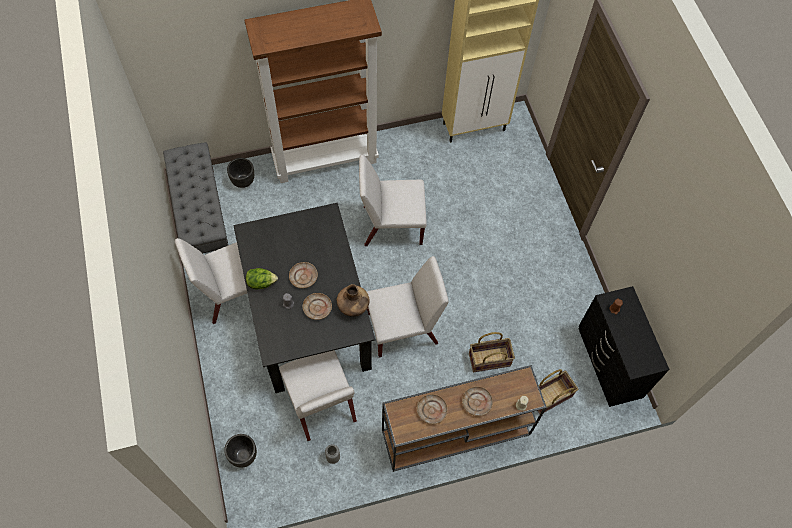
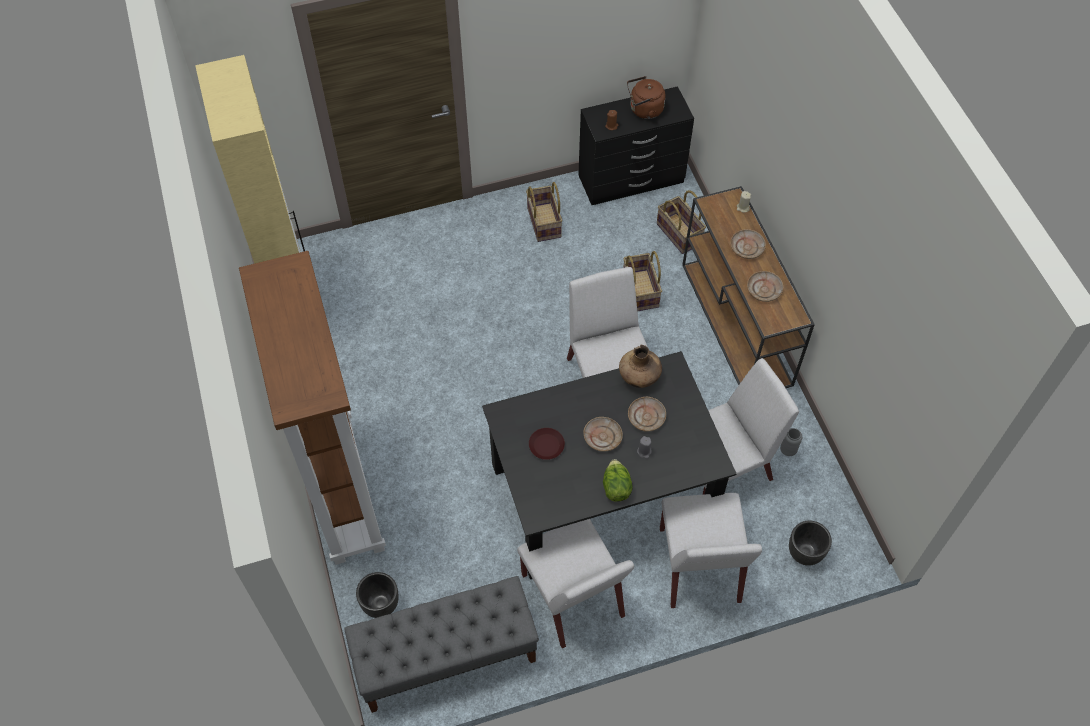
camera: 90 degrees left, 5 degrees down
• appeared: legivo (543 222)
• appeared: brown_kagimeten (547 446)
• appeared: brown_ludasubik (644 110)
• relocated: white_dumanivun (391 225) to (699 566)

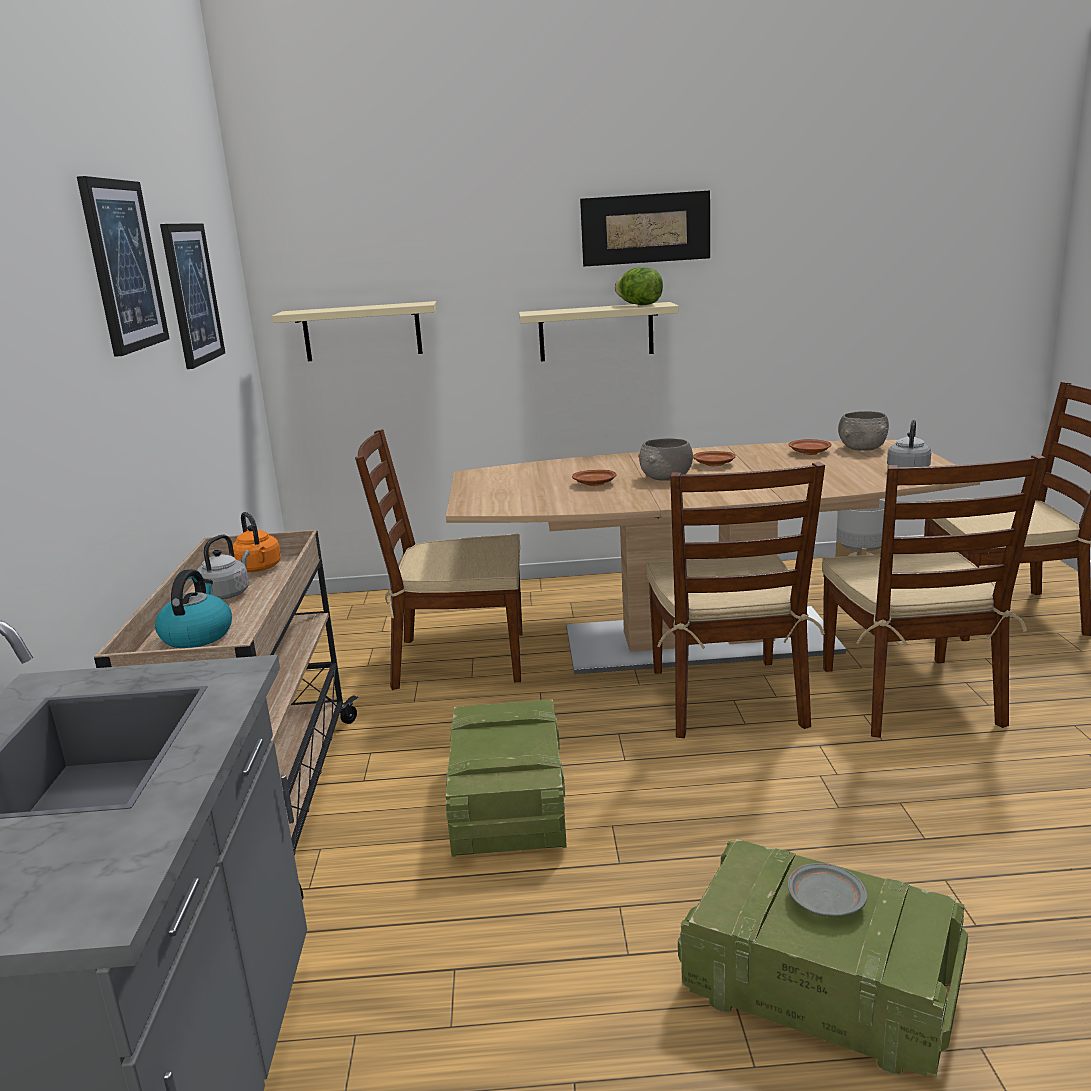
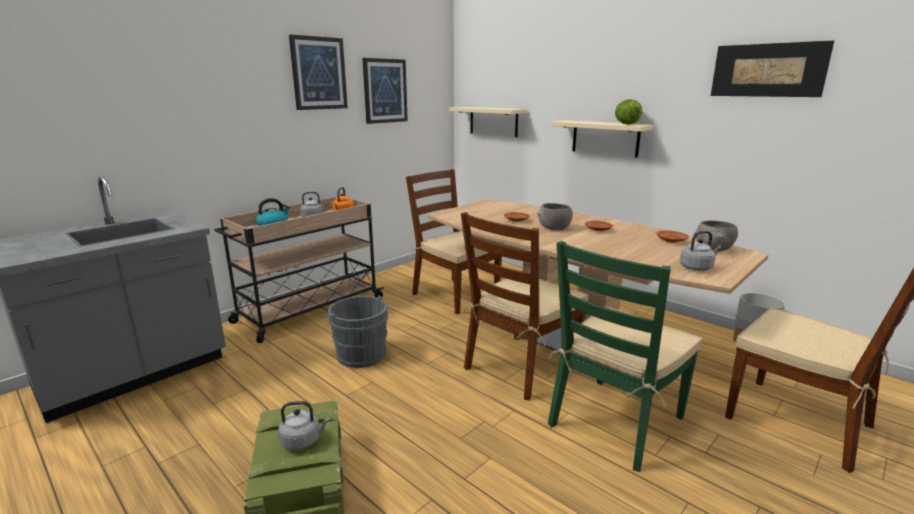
camera: 45 degrees right, 0 degrees up
• relocated: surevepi (645 228) to (767 70)
• exchanged: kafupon (509 806) to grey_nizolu (359 354)
• exchanged: grey_kagimeten (825 901) to grey_ludasubik (303 441)
• colour: brown_dumanivun (910 696) to green_dumanivun (615 421)

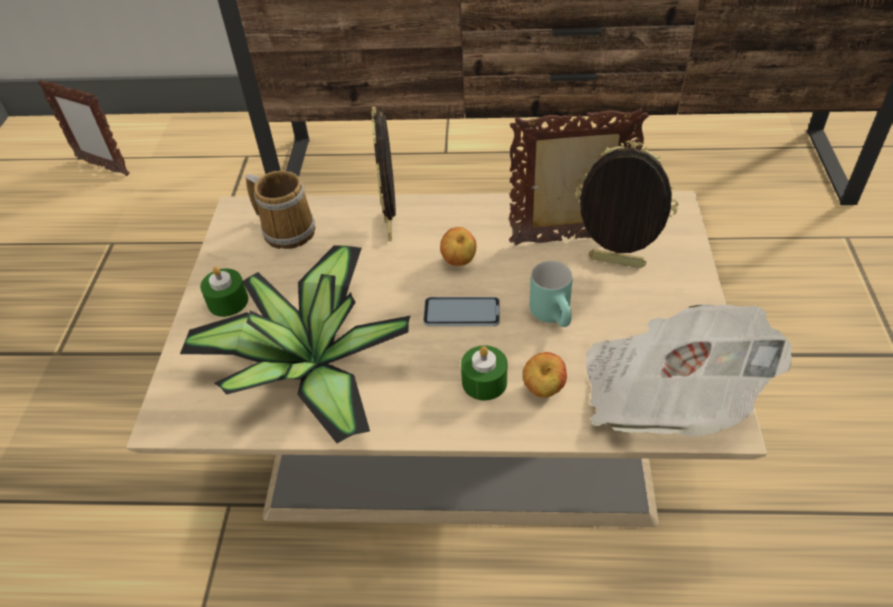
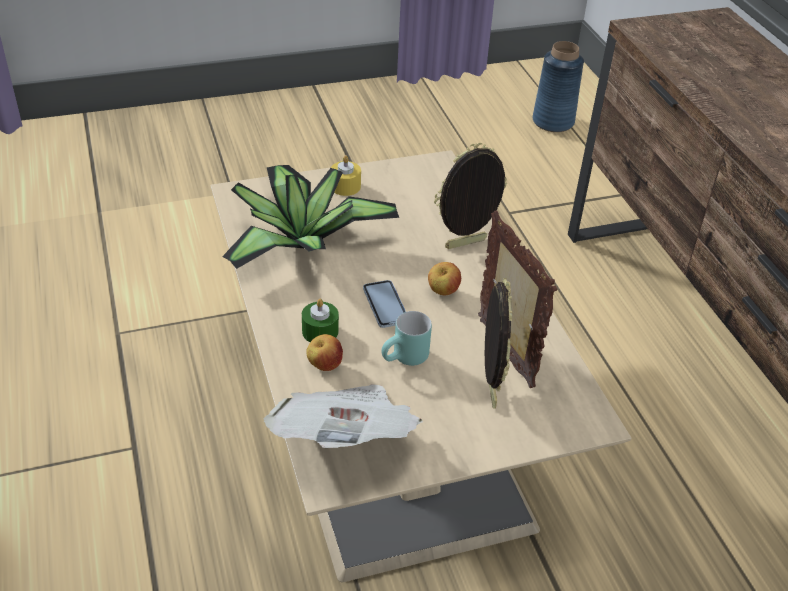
camera: 65 degrees right, 5 degrees down
• missing: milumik (287 229)
• exchanged: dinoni (103 167) to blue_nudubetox (553 122)
• colour: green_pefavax (228 301) to yellow_pefavax (345 186)

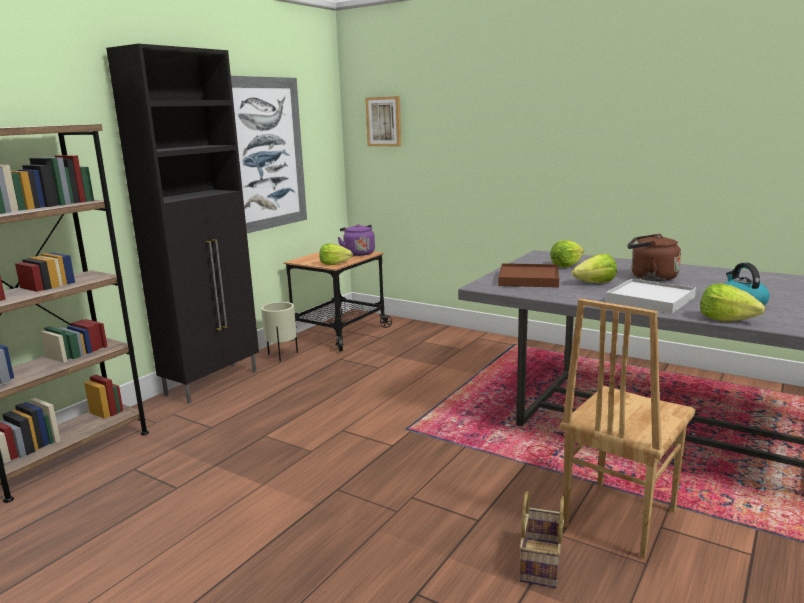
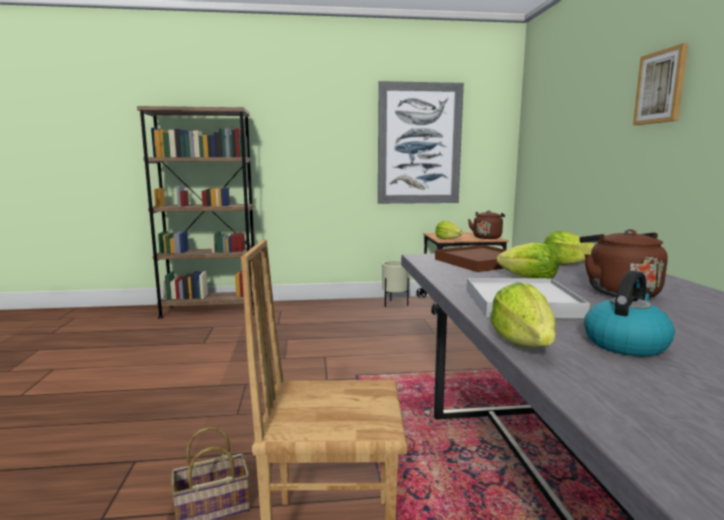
camera: 50 degrees right, 5 degrees down
• missing: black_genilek (213 382)
• relocated: surevepi (384 121) to (661 87)
• colour: purple_ludasubik (358 253) to brown_ludasubik (487 237)

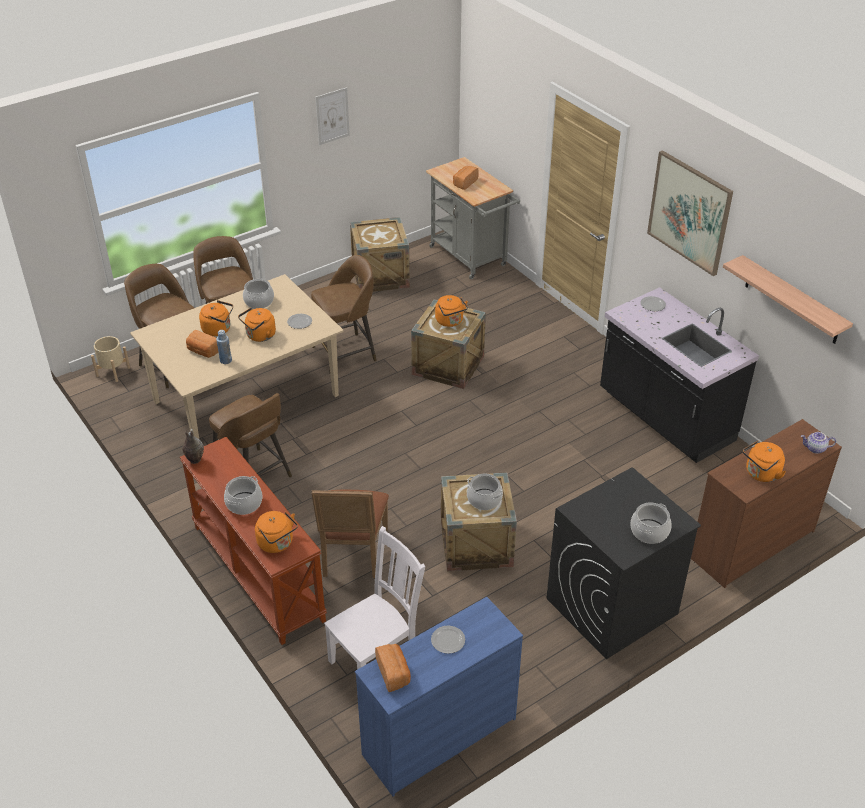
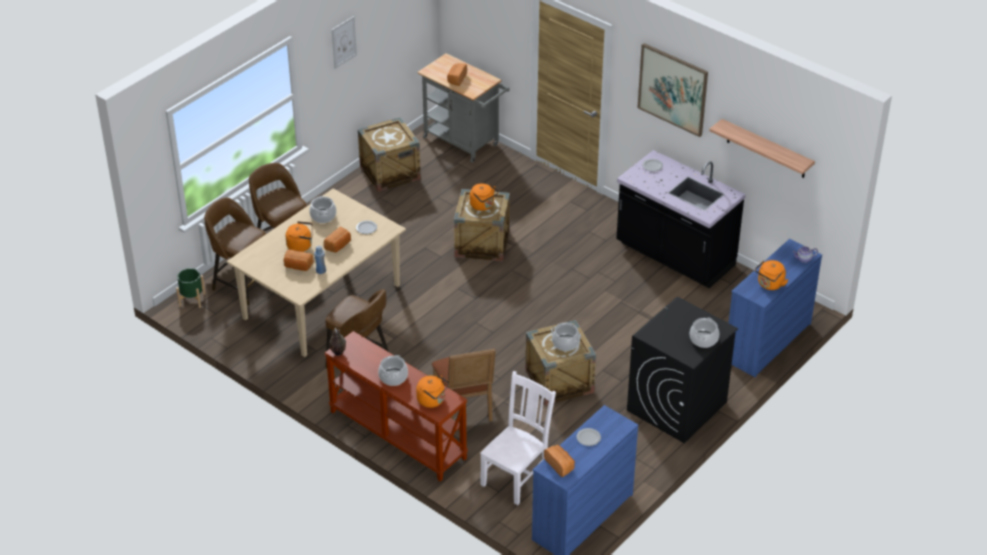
camera: 15 degrees left, 0 degrees up
• missing: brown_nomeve (346 353)
• exchanged: orange_ludasubik (259 336) to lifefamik (338 245)
• colour: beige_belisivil (113 372) to green_belisivil (192 299)
• colour: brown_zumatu (751 544) to blue_zumatu (767 342)

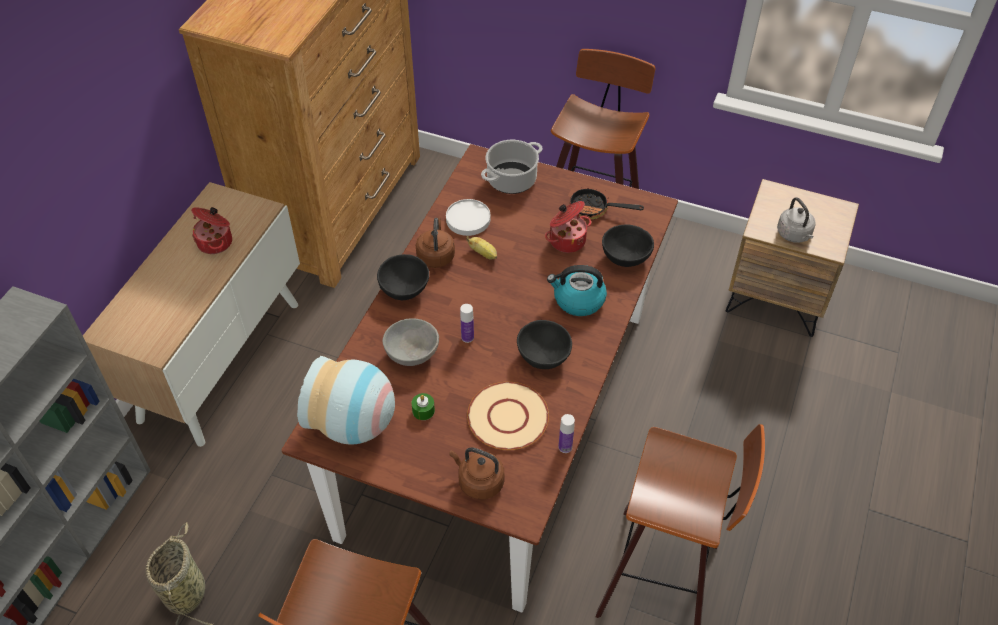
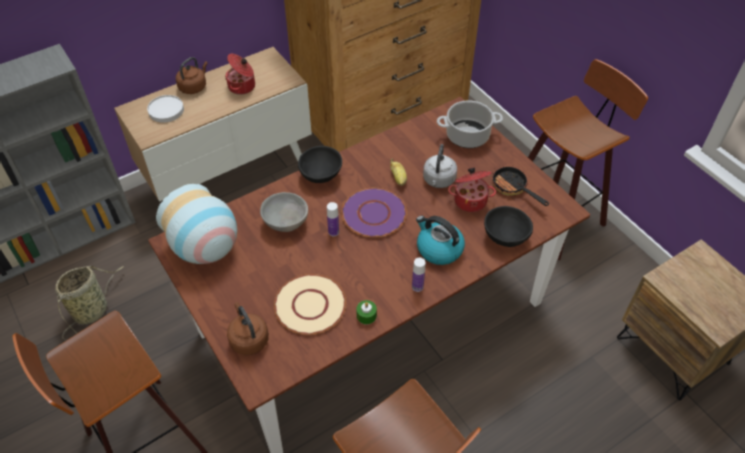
camera: 35 degrees right, 0 degrees up
• missing: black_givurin (544 356)
• appeared: purple_kagimeten (374 213)
• relocated: green_pefavax (423 410) to (366 315)
• relocated: brown_ludasubik (436 255) to (194 87)
• relocated: white_kagimeten (468 219) to (166 110)
• relocated: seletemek (565 447) to (417 287)
• relocated: grey_ludasubik (794 235) to (438 181)

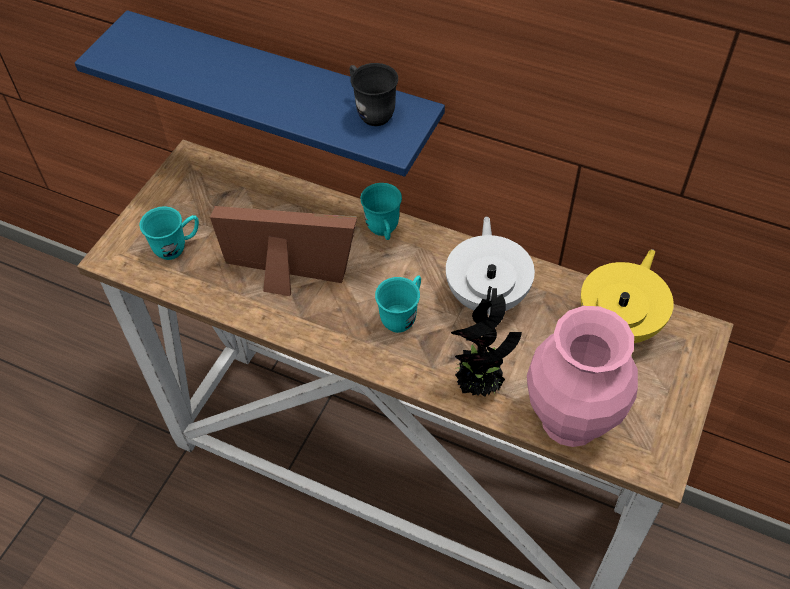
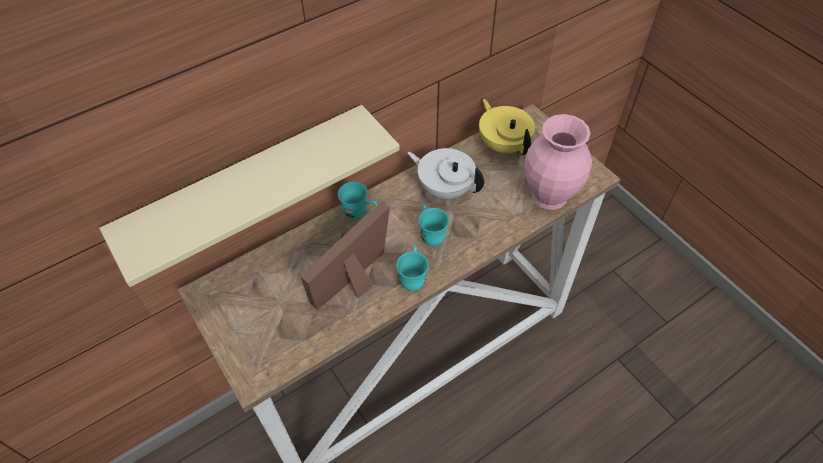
camera: 60 degrees left, 0 degrees up
• missing: grey_milumik (371 111)
• missing: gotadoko (480 385)
• relocated: turquoise_milumik (177 247) to (413 278)
• colour: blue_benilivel (284 96) to beige_benilivel (248 189)

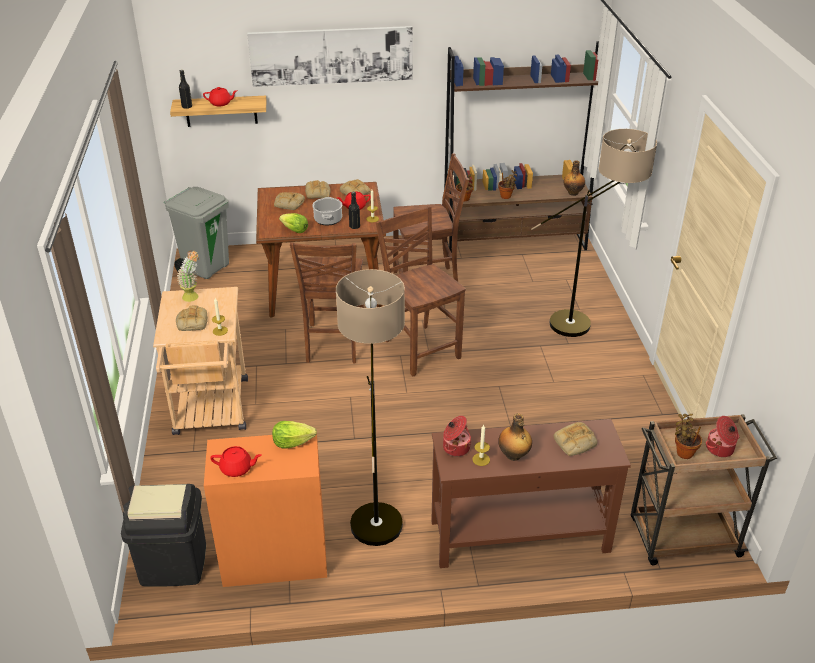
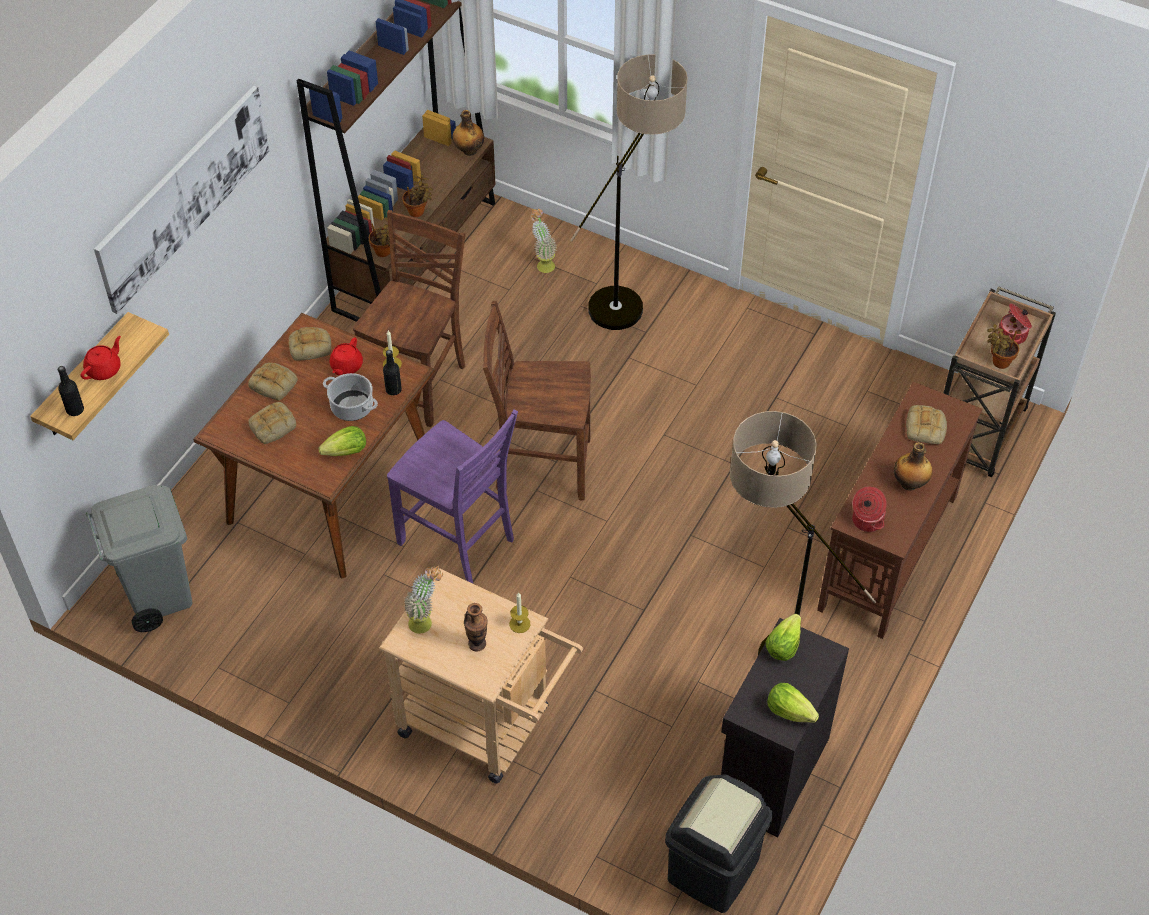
camera: 55 degrees left, 15 degrees up
• missing: pefavax (481 459)
• appeared: gotadoko (542 263)
• exchanged: lifefamik (192 322) to nudubetox (477 644)
• exchanged: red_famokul (237 469) to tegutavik (789 711)
• colour: orange_genilek (274 558) to black_genilek (770 772)
• colour: brown_dumanivun (333 344) to purple_dumanivun (458 542)

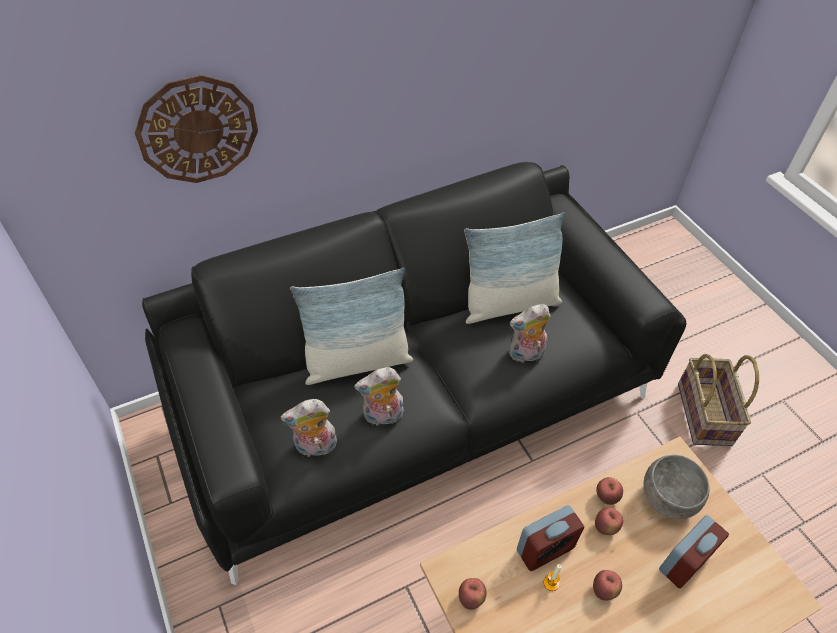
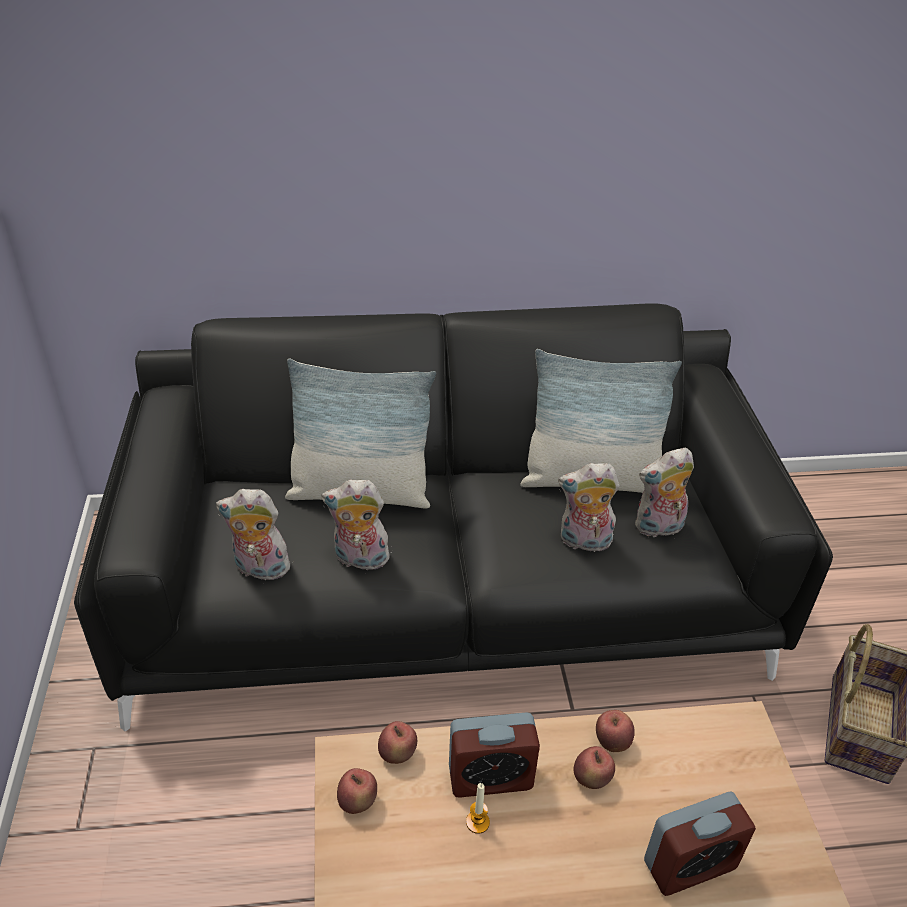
camera: 20 degrees right, 10 degrees down
• missing: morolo (198 130)
• missing: grey_givurin (666 499)
• appeared: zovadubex (658 528)
• relocated: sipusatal (604 590) to (397 754)

